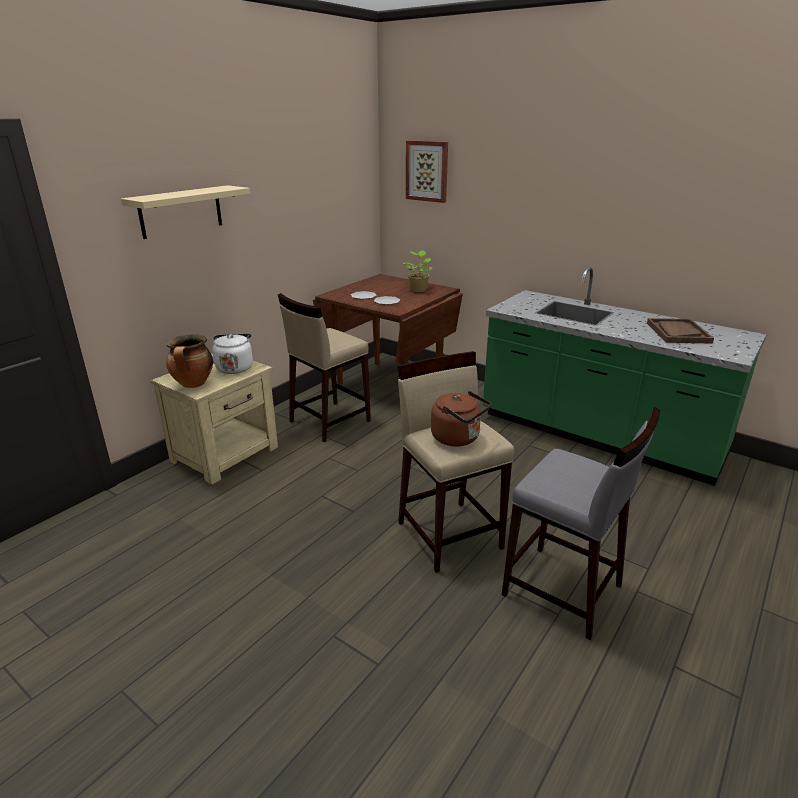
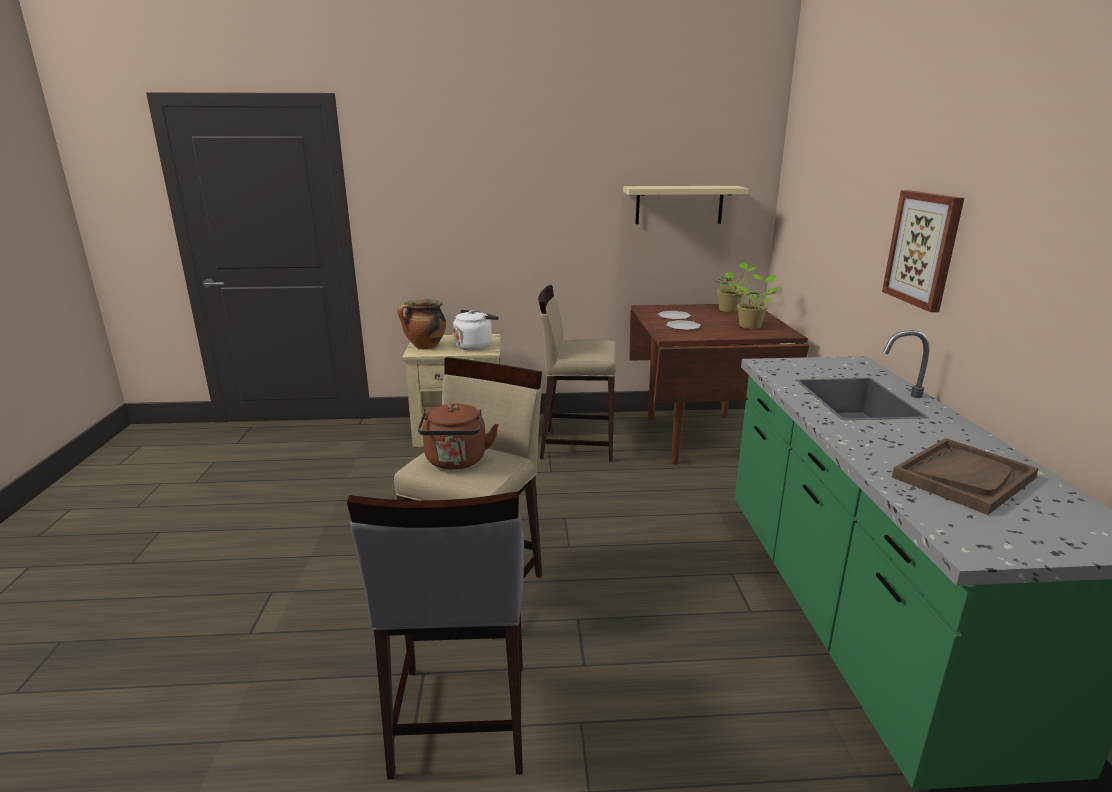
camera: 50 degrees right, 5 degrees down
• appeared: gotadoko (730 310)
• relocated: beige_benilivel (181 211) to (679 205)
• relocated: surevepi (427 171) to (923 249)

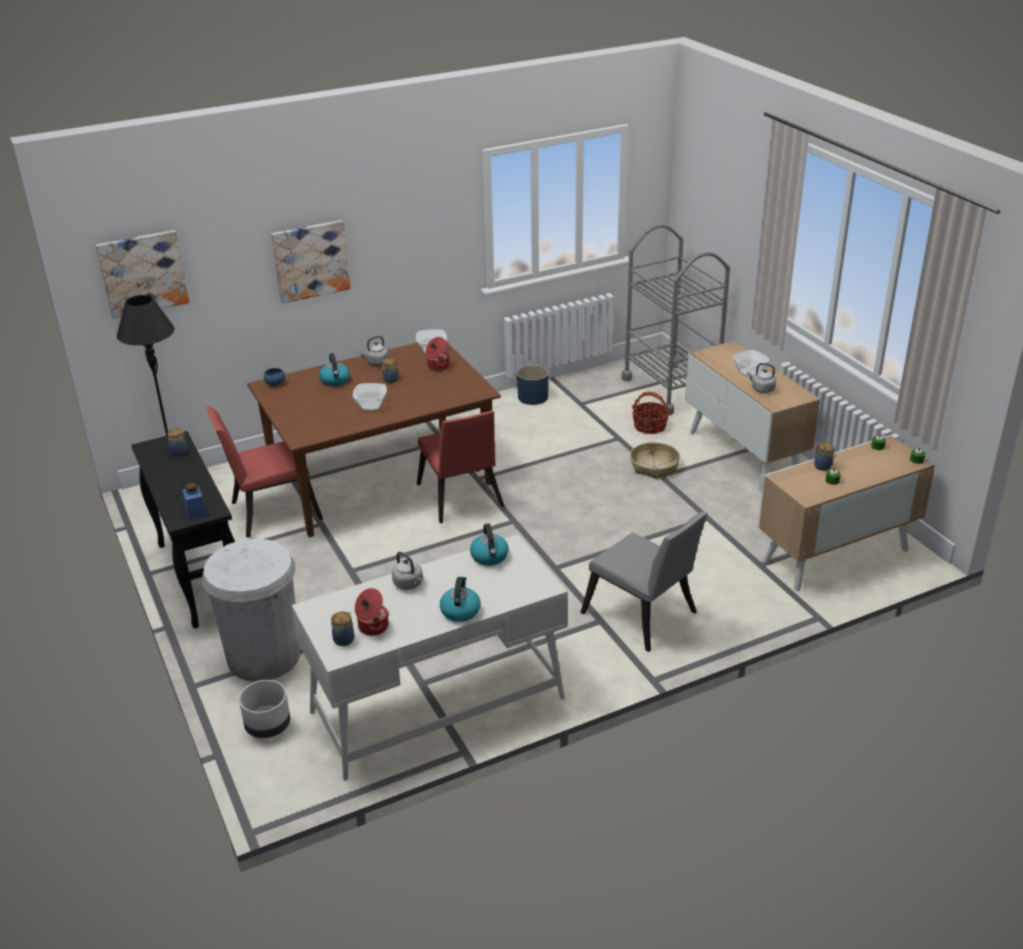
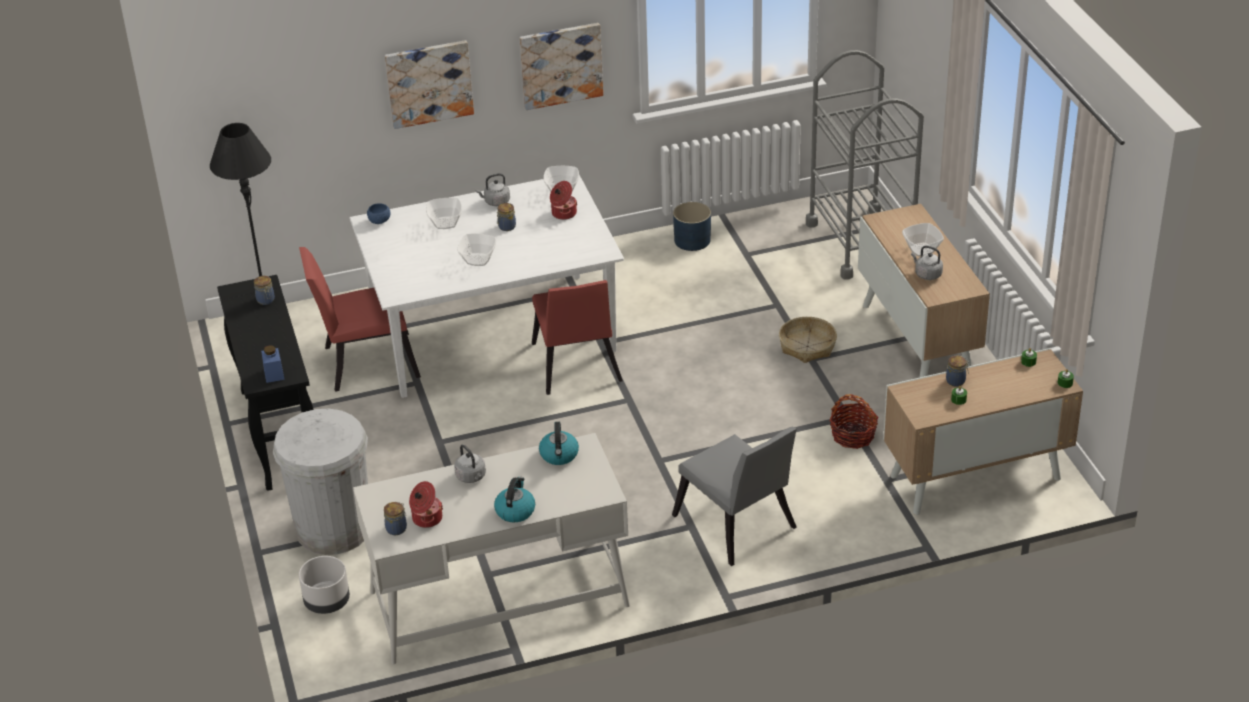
camera: 10 degrees right, 5 degrees up
• relocated: surevepi (143 273) to (561 65)
• relocated: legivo (650 426) to (853 435)
• exchanged: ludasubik (335 380) to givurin (446 223)
• colour: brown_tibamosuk (380 480) to white_tibamosuk (492 334)

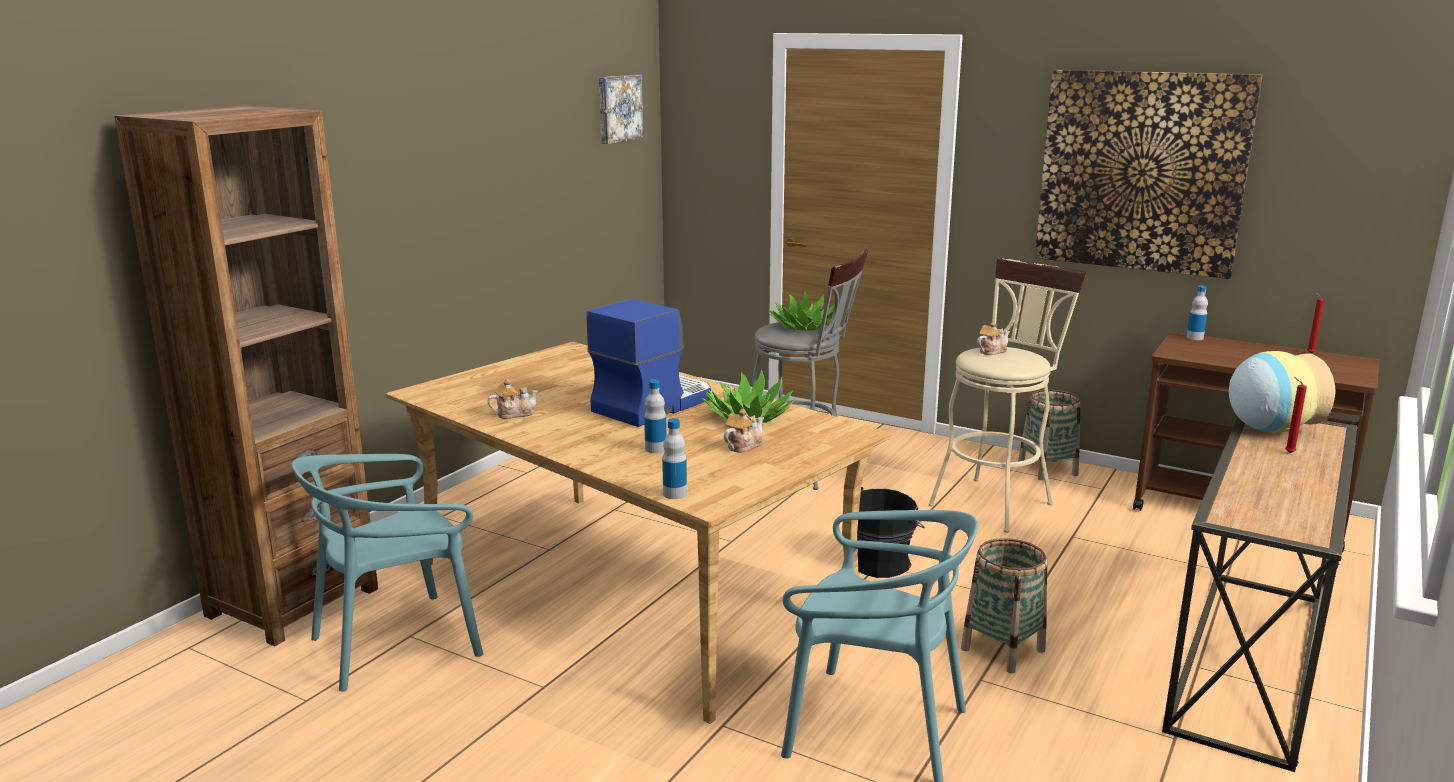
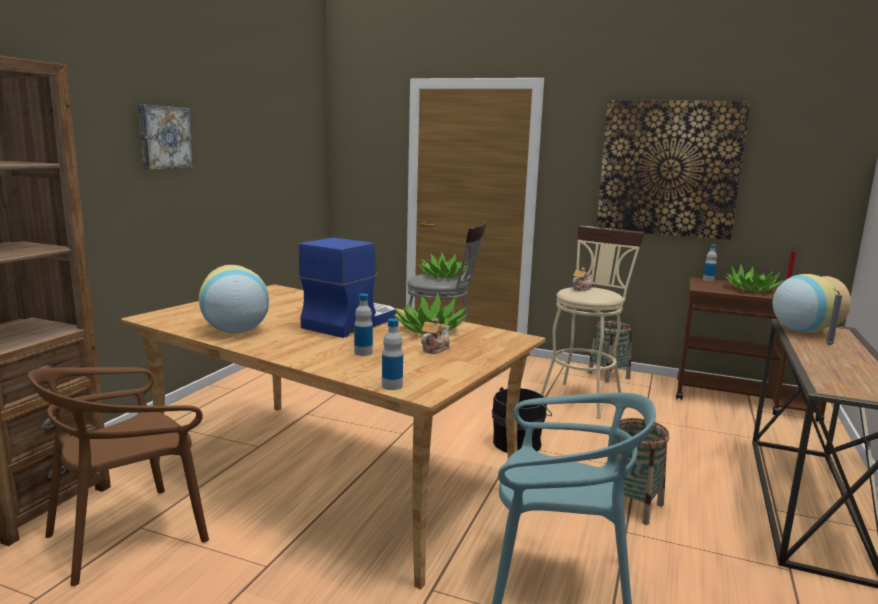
camera: 10 degrees left, 5 degrees down
• appeared: gotadoko (751 289)
• relocated: surevepi (618 108) to (164 137)
• exchanged: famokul (514 414) to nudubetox (235 331)
• colour: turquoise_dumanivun (397 643) to brown_dumanivun (128 535)
• colour: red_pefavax (1288 453) to grey_pefavax (827 345)

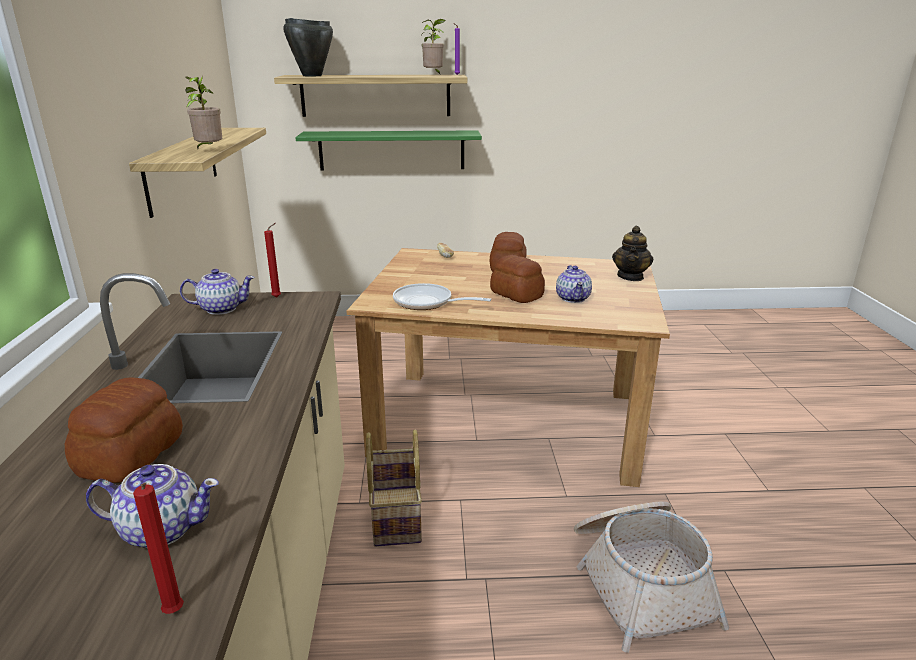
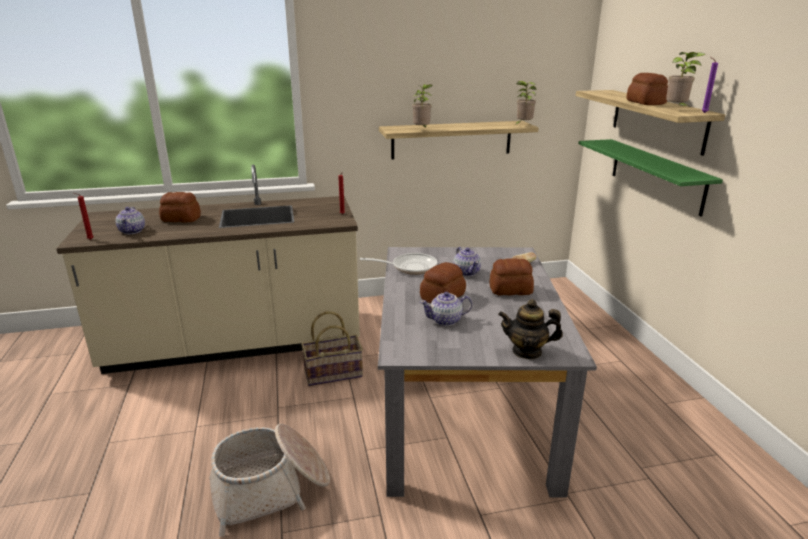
camera: 80 degrees right, 0 degrees up
• missing: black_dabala (311 76)
• appeared: gotadoko (523 125)
• appeared: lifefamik (645 103)
• relocated: famokul (221 309) to (466 272)
• colour: brown_tibamosuk (509 420) to grey_tibamosuk (466 412)
• spun: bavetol (427 303) = (410 267) 75 degrees clockwise

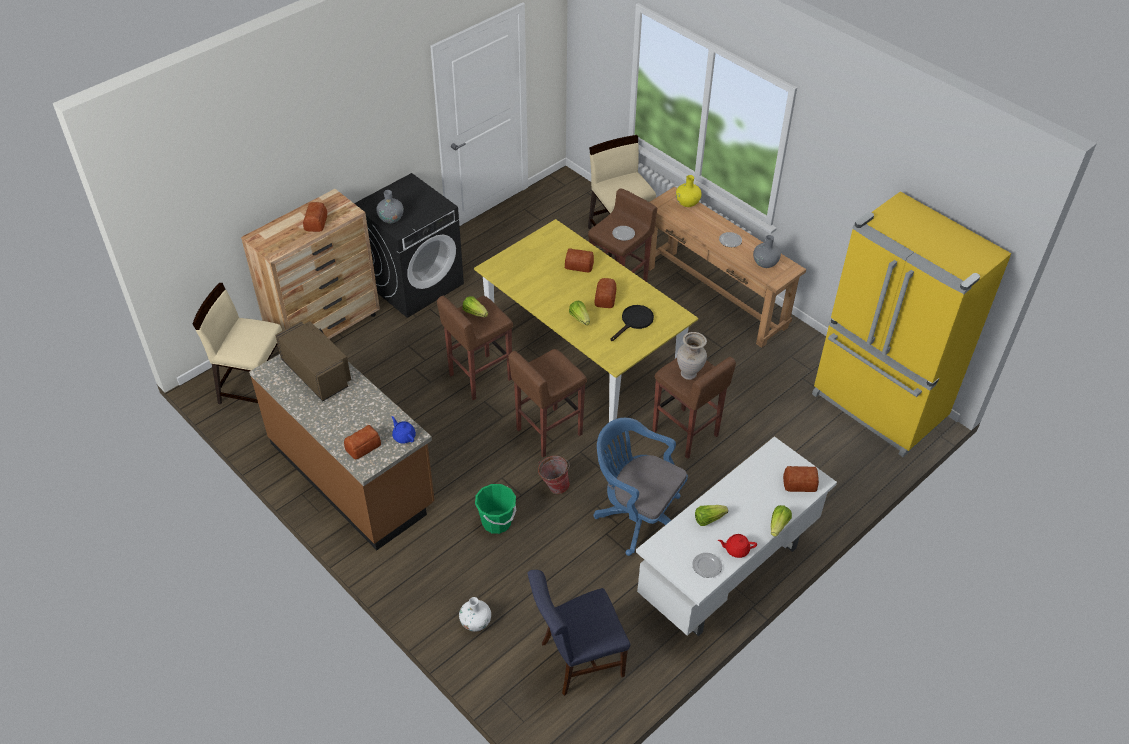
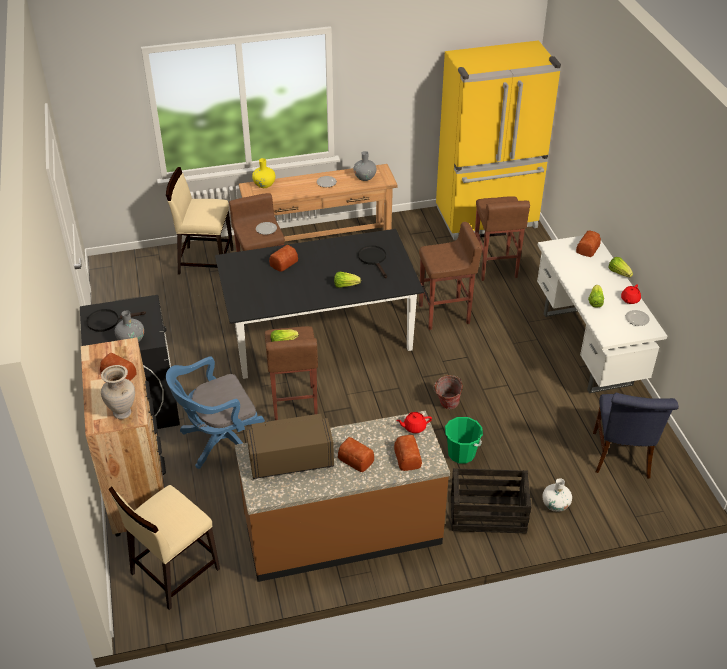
camera: 60 degrees left, 5 degrees down
• appeared: black_bavetol (108 321)
• appeared: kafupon (487 514)
• relocated: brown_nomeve (548 432) to (494 267)
• relocated: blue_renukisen (637 516) to (219 442)
• relocated: lifefamik (606 297) to (355 458)
• relocated: beige_nudubetox (689 374) to (123 413)
• colour: blue_famokul (404 436) to red_famokul (414 427)
• colour: yellow_tibamosuk (582 354) to black_tibamosuk (320 334)

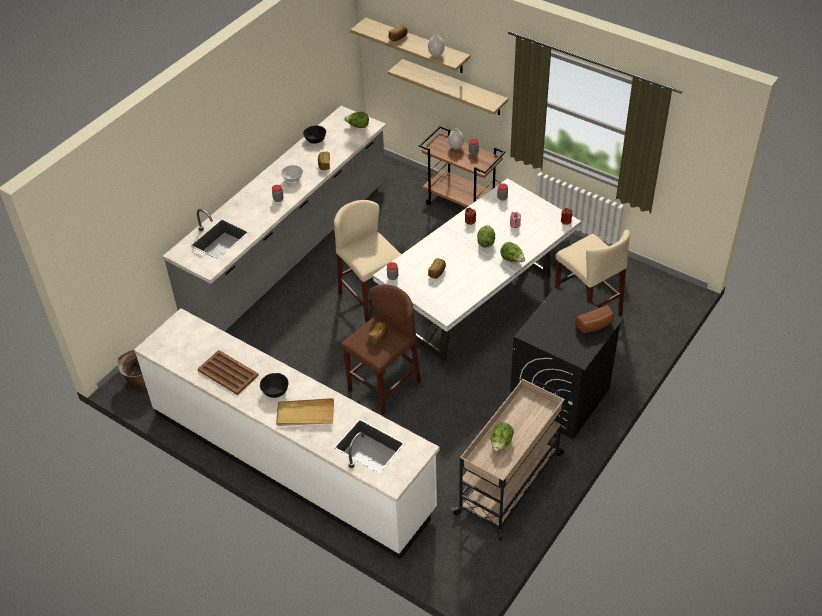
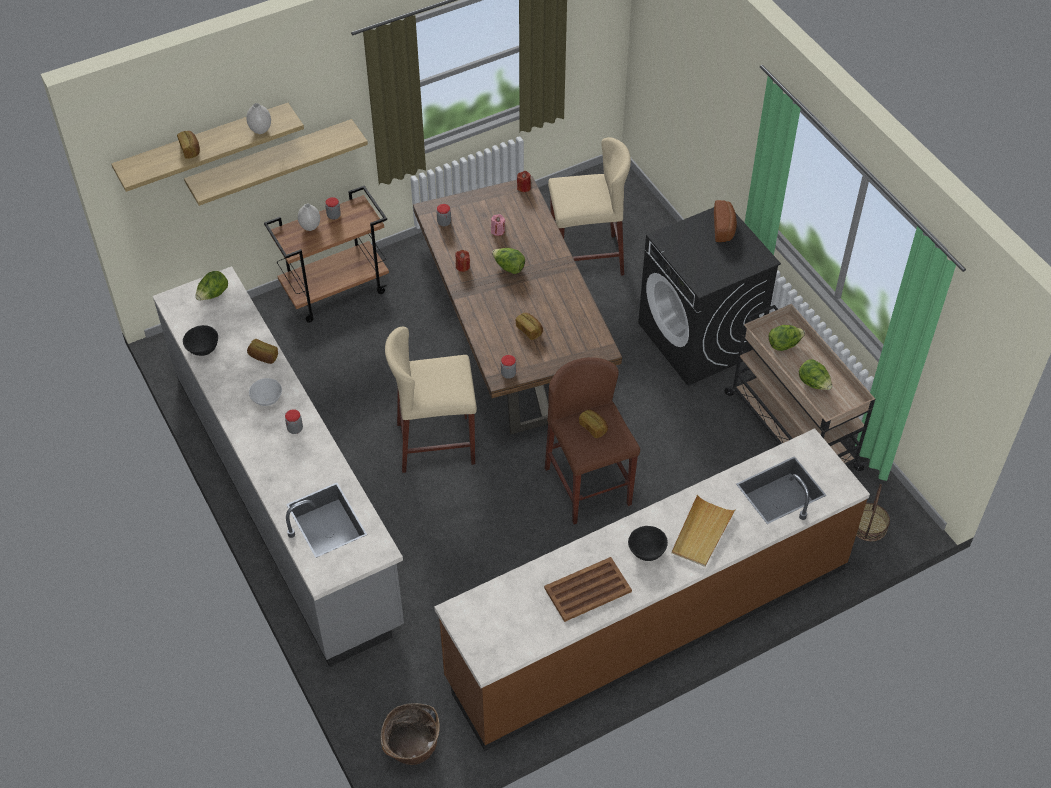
camera: 65 degrees left, 5 degrees up
• appeared: legivo (868 525)
• relocated: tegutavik (512 260) to (784 344)
• colour: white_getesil (291 460) to brown_getesil (648 622)
• colour: white_tibamosuk (477 302) to brown_tibamosuk (512 346)

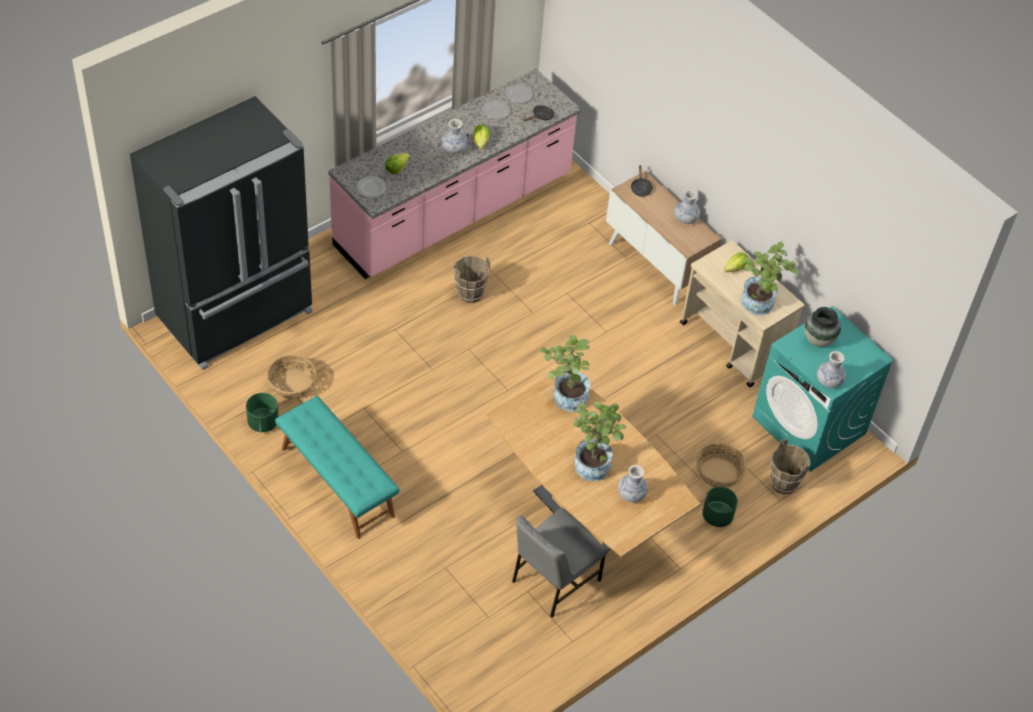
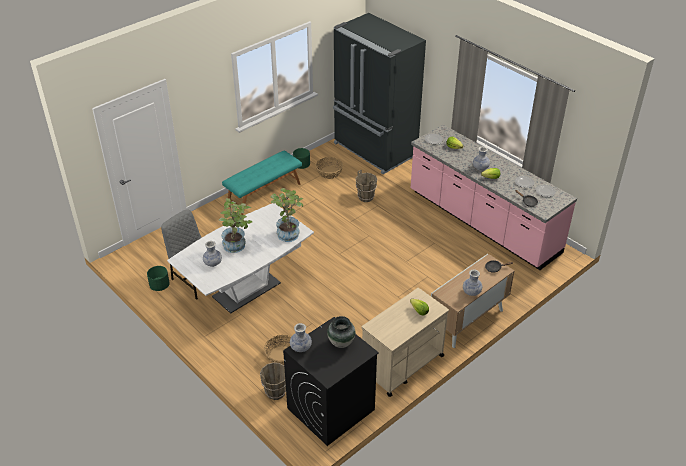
camera: 90 degrees right, 10 degrees down
• missing: gotadoko (759 306)
• relocated: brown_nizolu (470 293) to (366 197)
• relocated: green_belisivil (717 516) to (159 286)
• colour: brown_tibamosuk (583 513) to white_tibamosuk (246 290)
• colour: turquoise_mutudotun (809 425) to black_mutudotun (330 409)

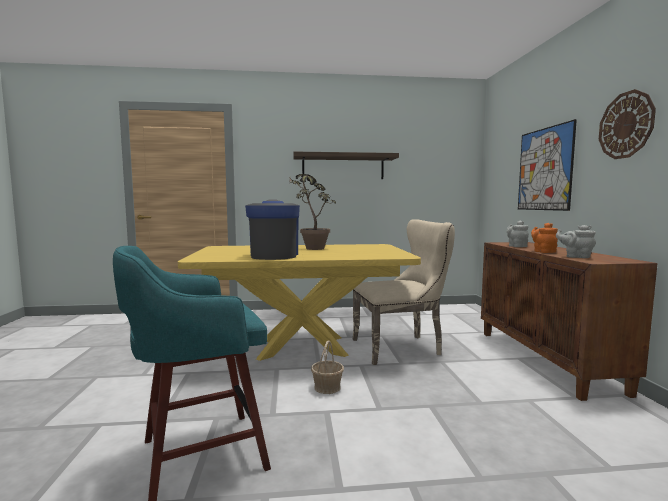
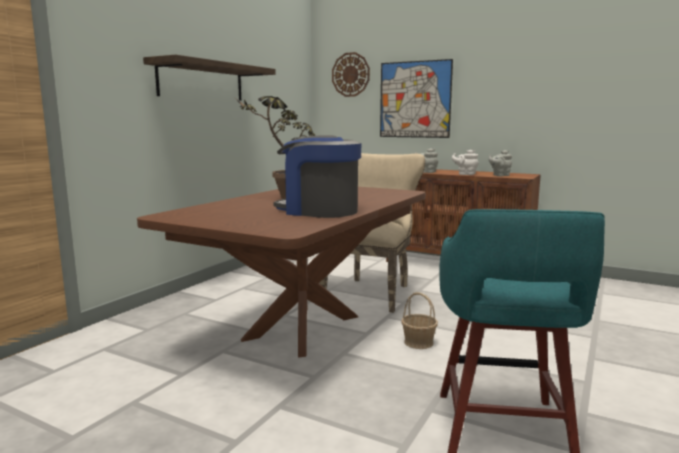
camera: 55 degrees left, 5 degrees up
• relocated: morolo (626 125) to (350 74)
• colour: yellow_tibamosuk (302 348) to brown_tibamosuk (304 327)
• colour: orange_famokul (543 251) to white_famokul (465 174)

